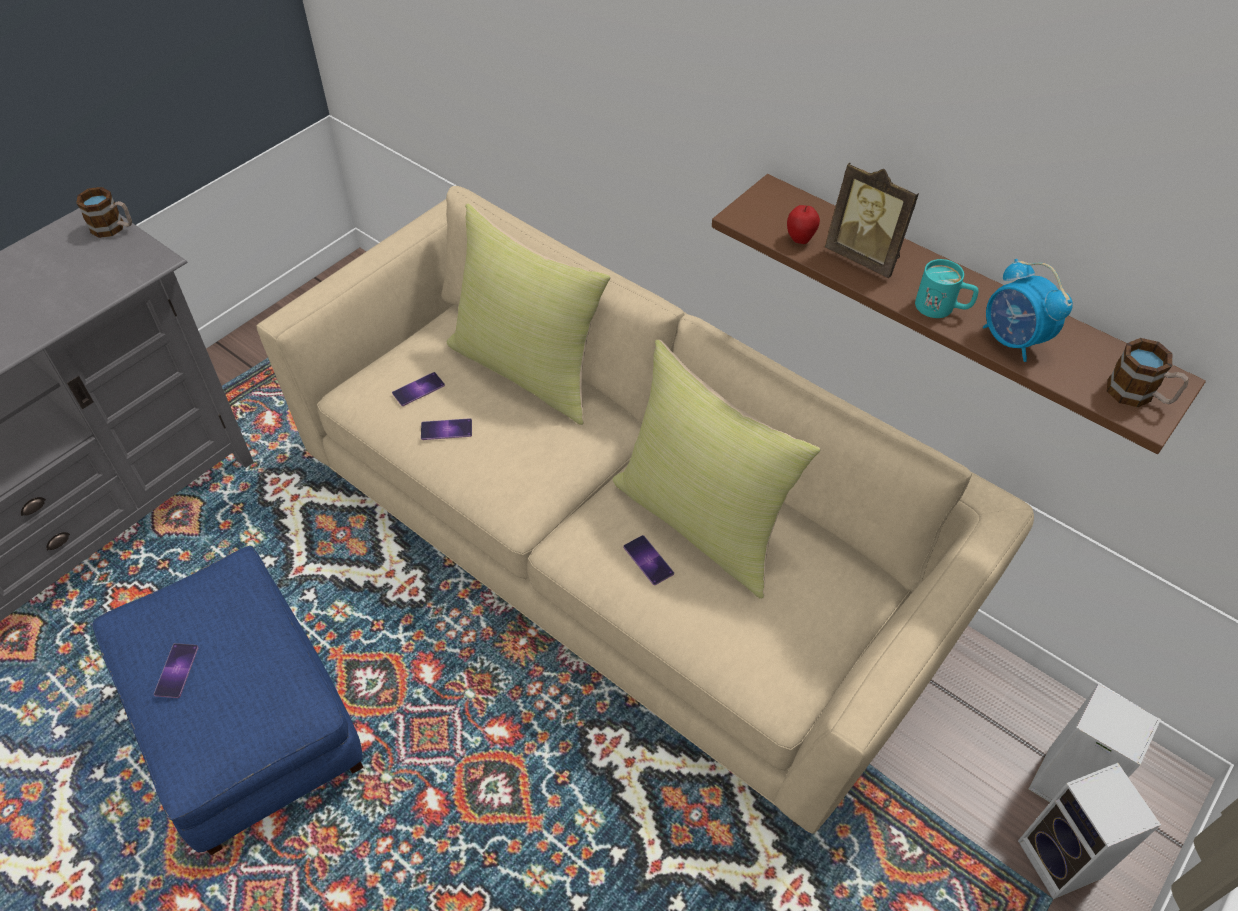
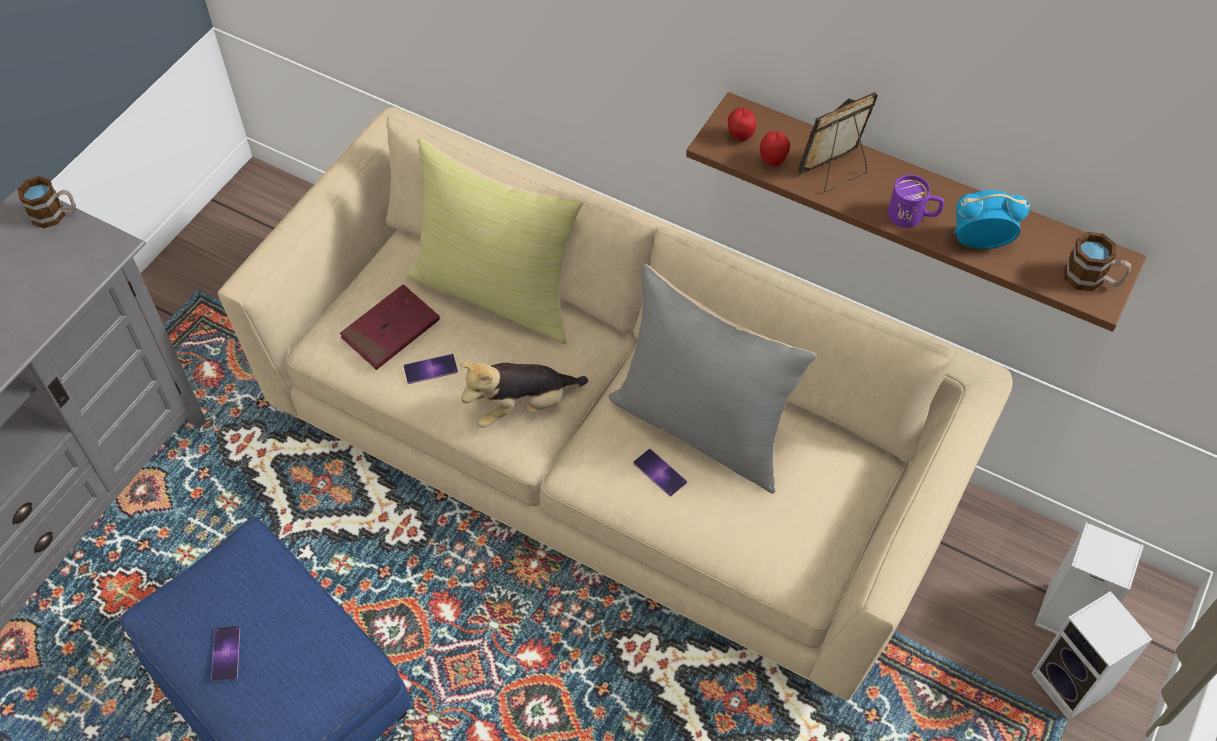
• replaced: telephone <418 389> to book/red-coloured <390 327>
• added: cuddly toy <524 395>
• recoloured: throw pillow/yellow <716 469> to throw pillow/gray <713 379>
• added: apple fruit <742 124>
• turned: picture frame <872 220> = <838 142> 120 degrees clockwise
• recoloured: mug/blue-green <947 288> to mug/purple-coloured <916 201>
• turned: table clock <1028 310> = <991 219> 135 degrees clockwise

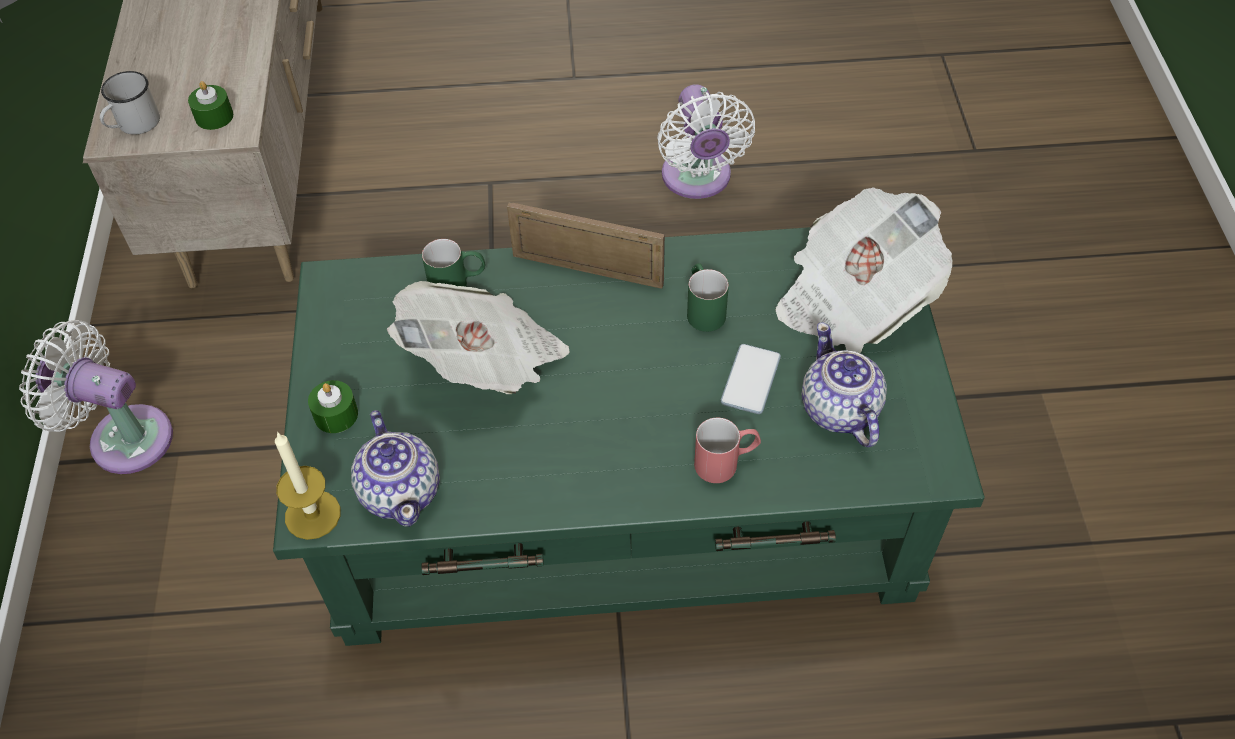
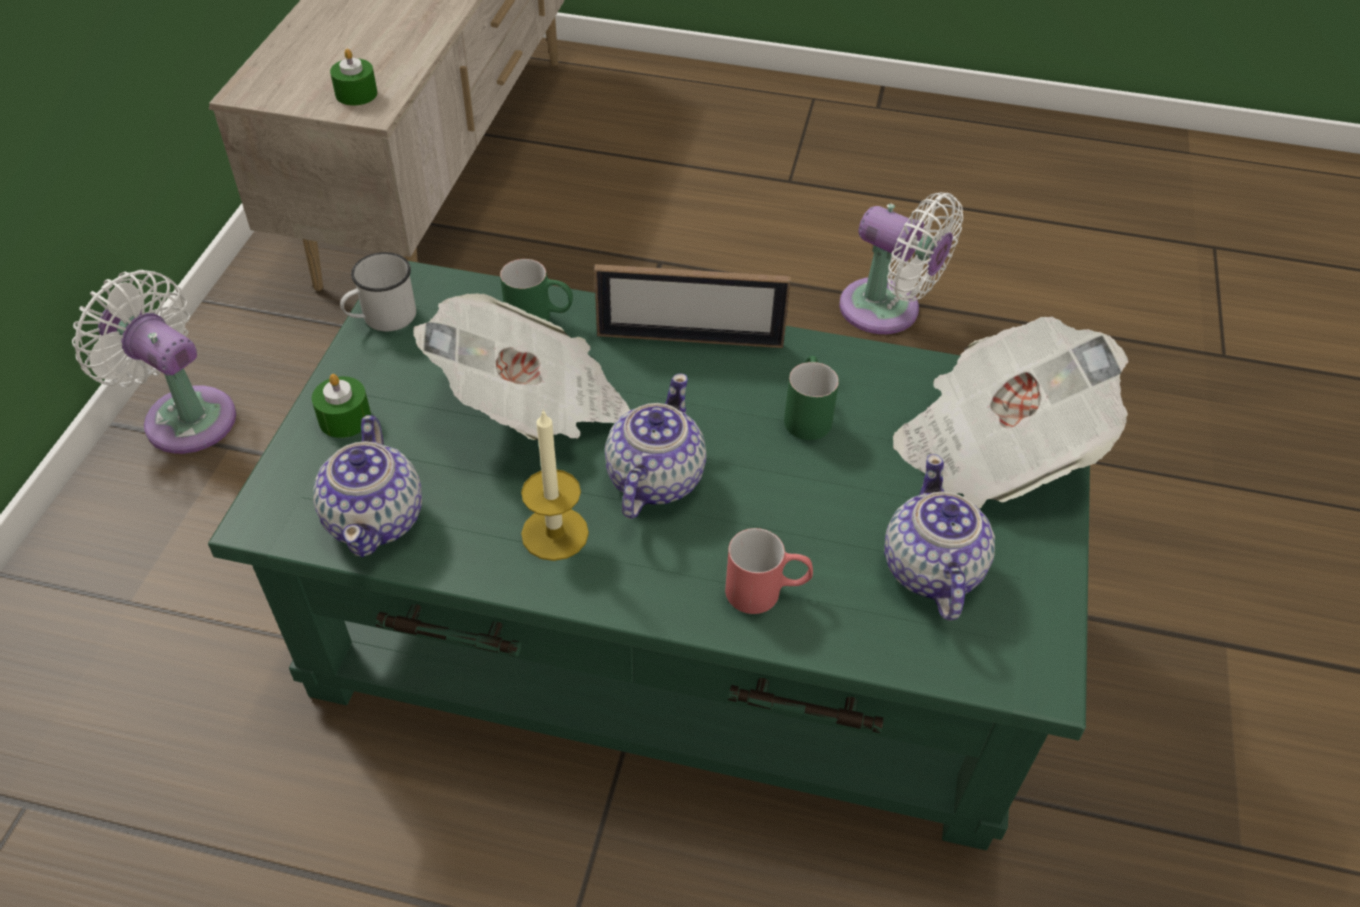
• moved: mug/whitish <130 103> to <378 291>
• moved: wax candle <308 486> to <555 485>
• turned: picture frame <586 245> = <692 306> 150 degrees clockwise
• added: tea pot <655 446>
• turned: fan/whitish <706 141> = <901 263> 60 degrees counterclockwise
• removed: telephone <750 379>

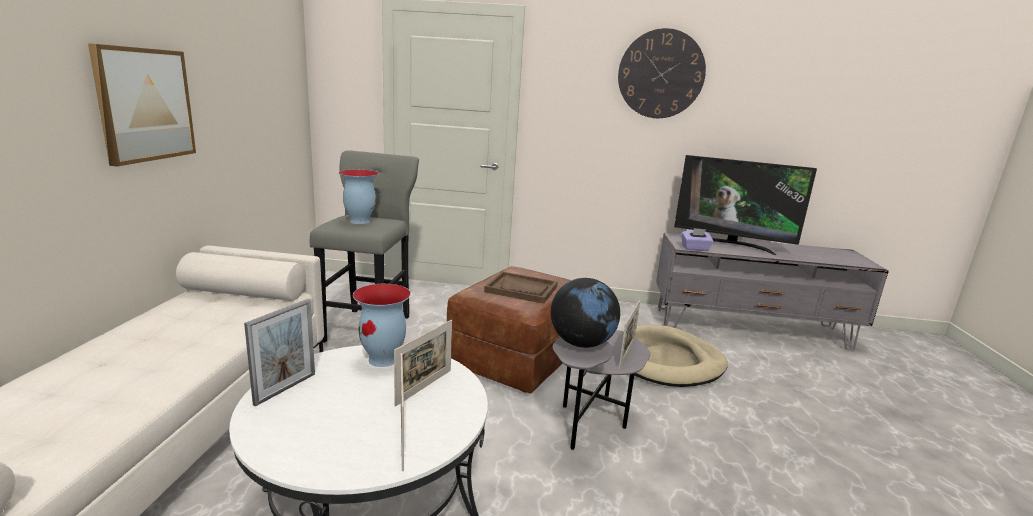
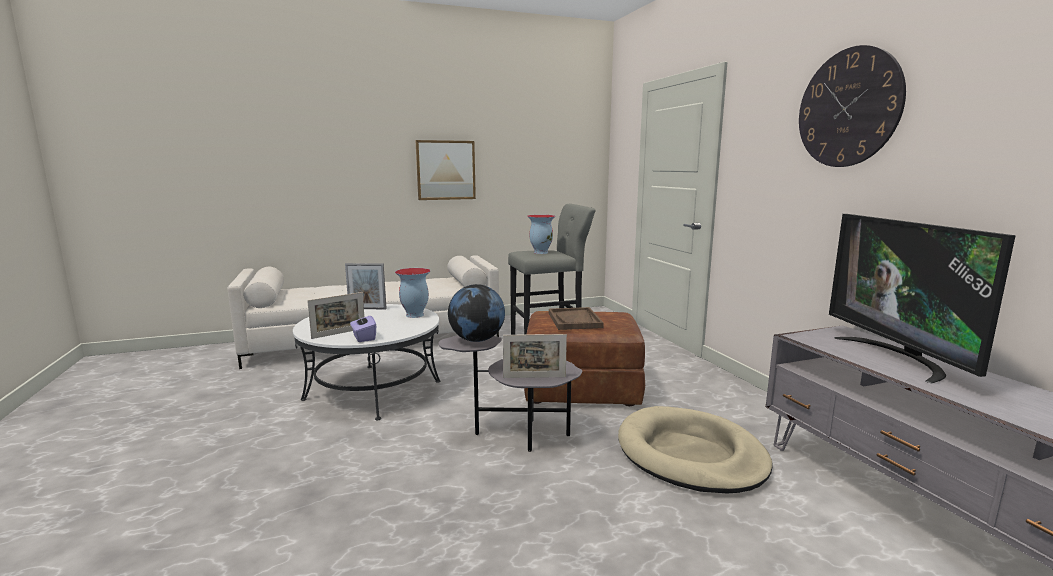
• moved: box of tissues/purple-coloured <697 239> to <363 328>
• removed: picture frame <423 363>

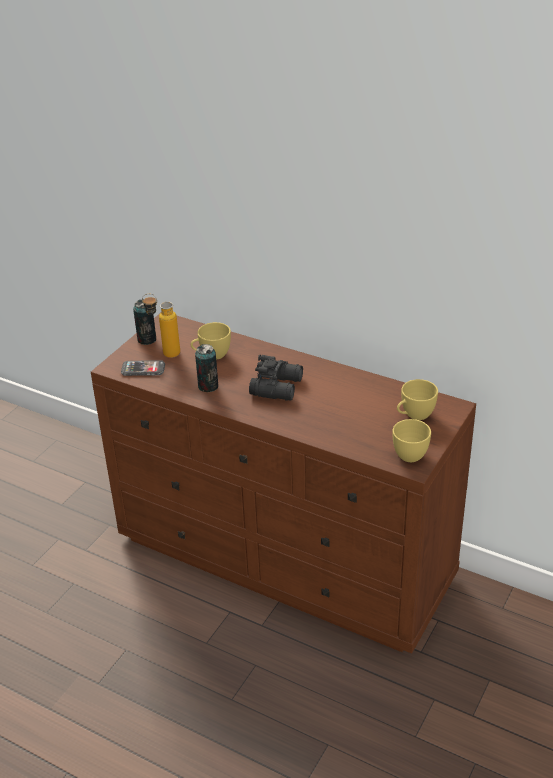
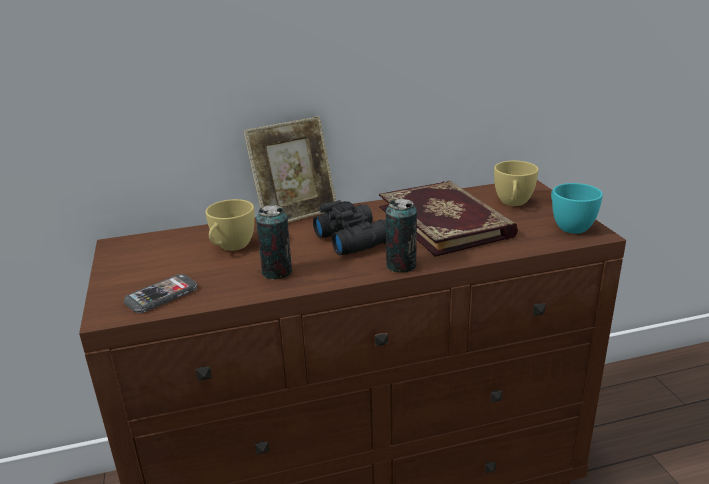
• added: picture frame <289 169>
• added: book <448 219>
• moved: sealed can <144 322> to <401 235>
• recoloured: small cup/yellow <411 440> to small cup/blue-green <577 208>
• removed: bottle <161 325>

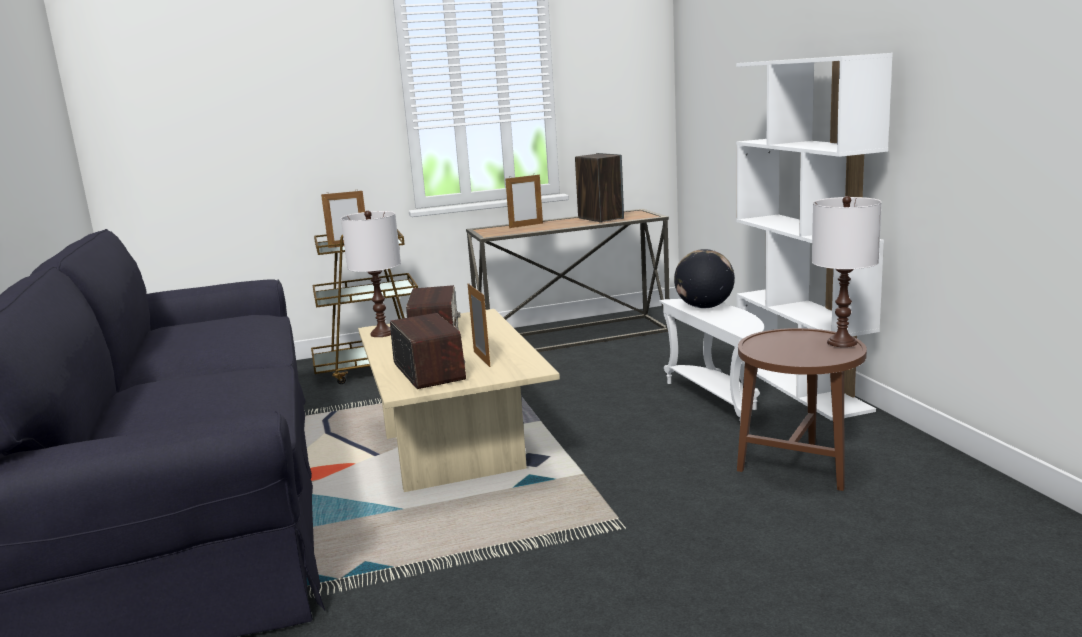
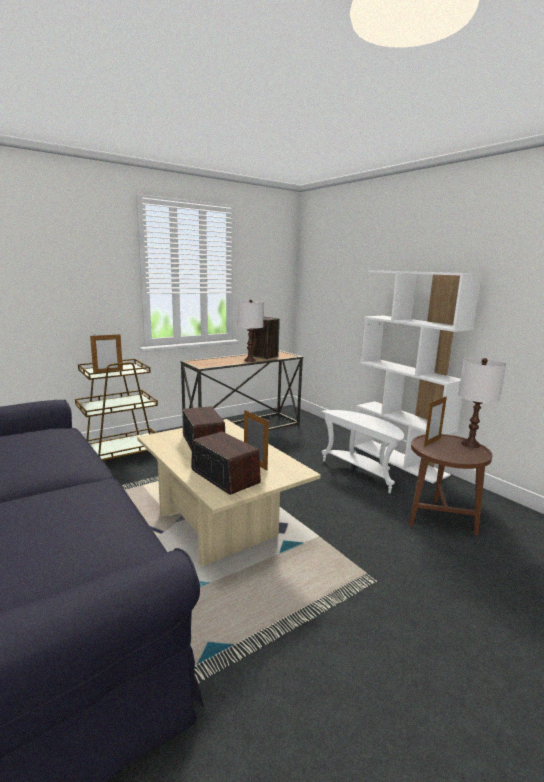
• moved: lamp for a table/whitish <371 274> to <251 330>
• moved: picture frame <524 200> to <435 421>
• removed: desk globe <704 279>

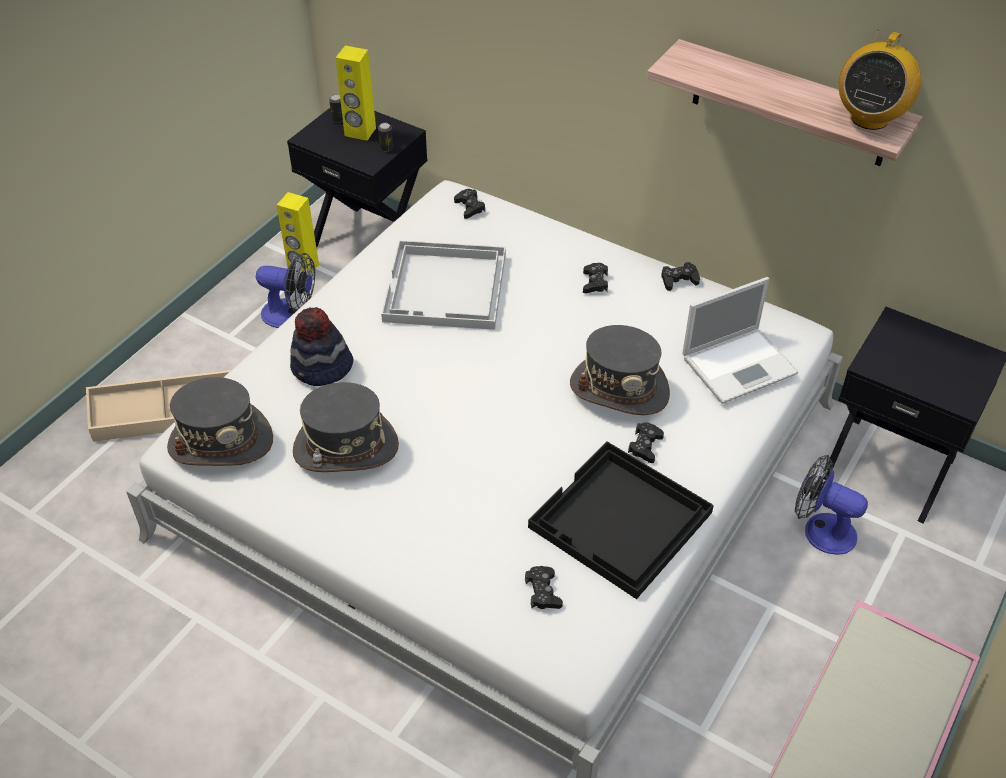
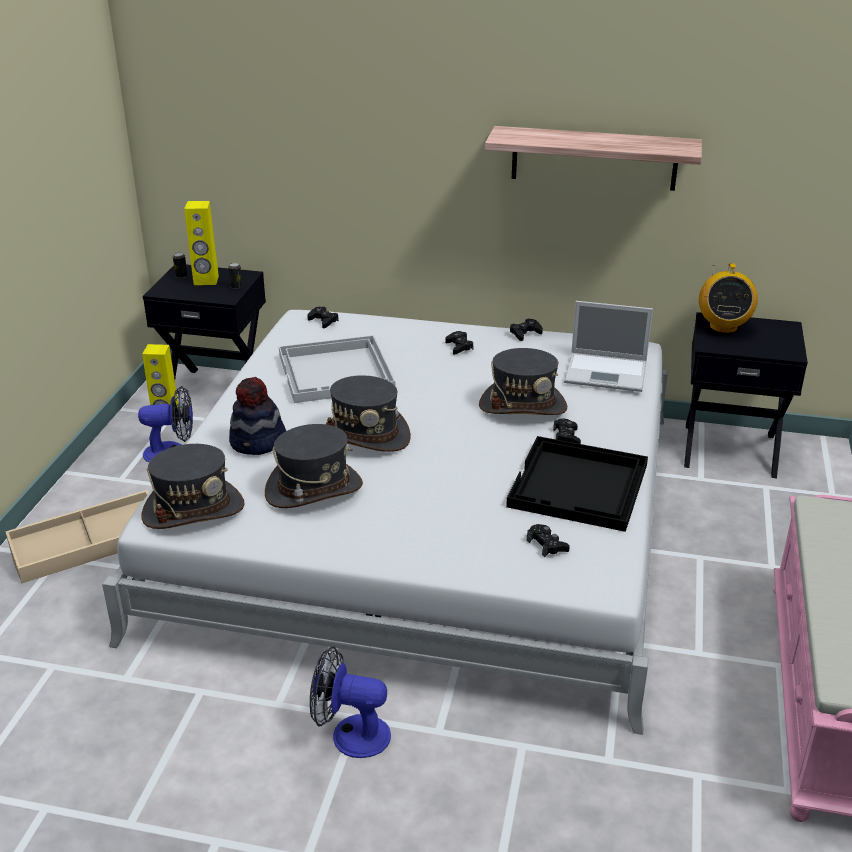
• moved: fan <831 505> to <350 702>
• added: clothing hat/gray <368 413>
• turned: laptop <740 340> = <608 346> 60 degrees clockwise
• moved: radio <879 80> to <728 298>

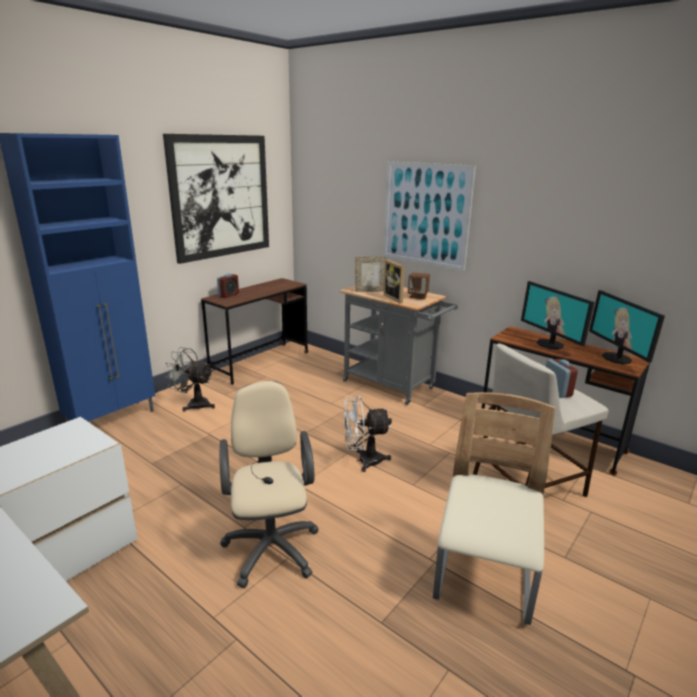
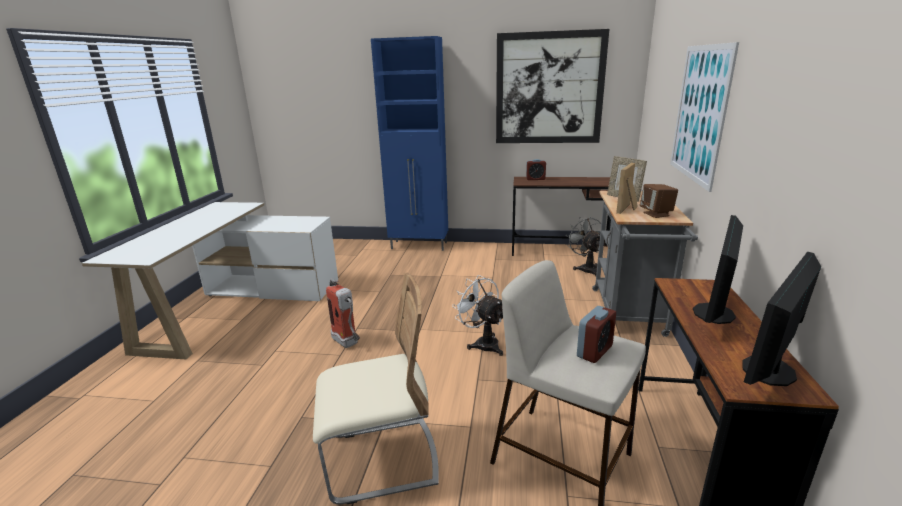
• replaced: desk chair/beige <269 484> to extinguisher <343 313>
• moved: fan/gray <189 379> to <586 247>

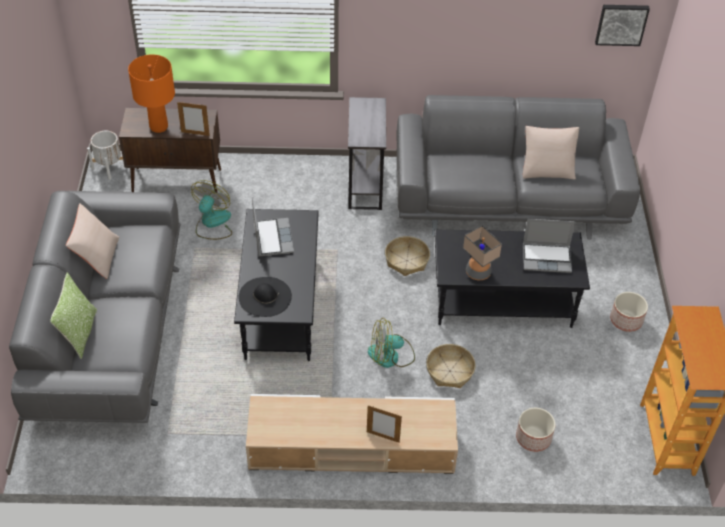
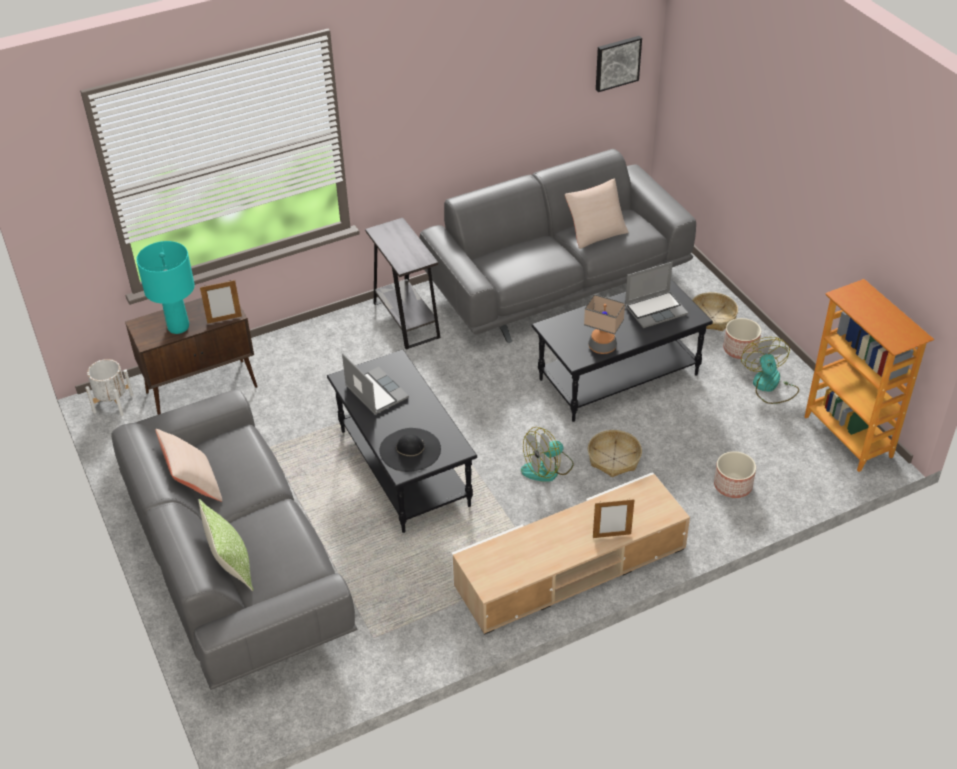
• recoloured: lamp for a table/orangey <151 93> to lamp for a table/blue-green <165 287>
• moved: basket <407 256> to <715 311>
• moved: fan <211 210> to <770 370>

